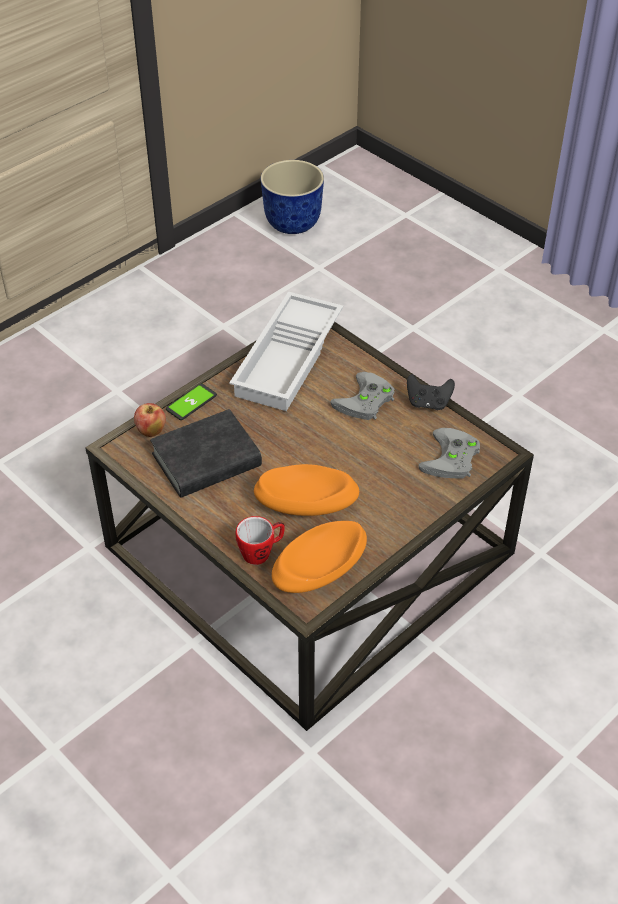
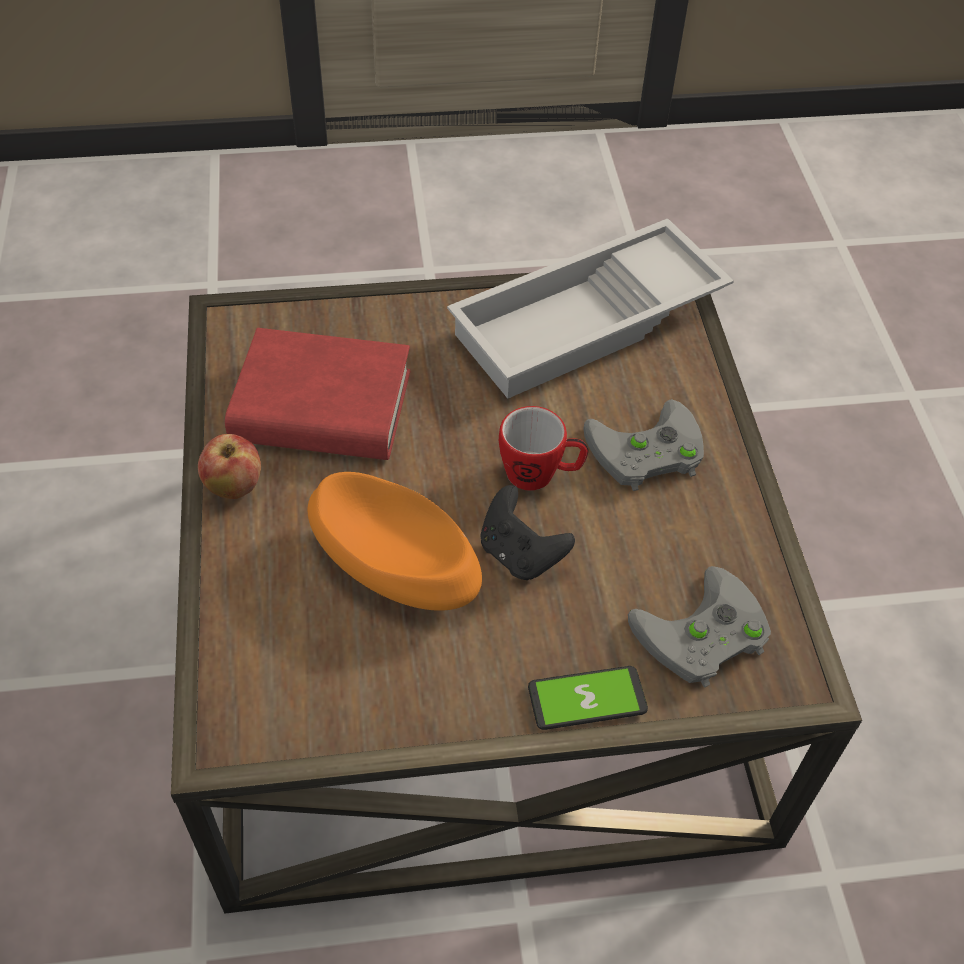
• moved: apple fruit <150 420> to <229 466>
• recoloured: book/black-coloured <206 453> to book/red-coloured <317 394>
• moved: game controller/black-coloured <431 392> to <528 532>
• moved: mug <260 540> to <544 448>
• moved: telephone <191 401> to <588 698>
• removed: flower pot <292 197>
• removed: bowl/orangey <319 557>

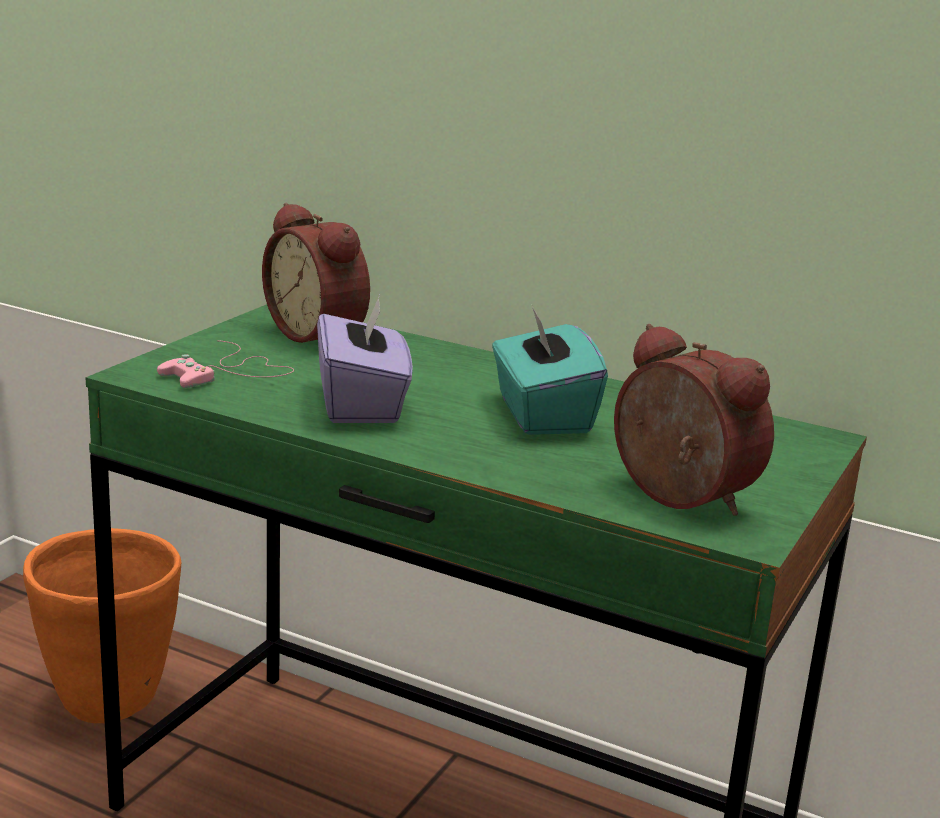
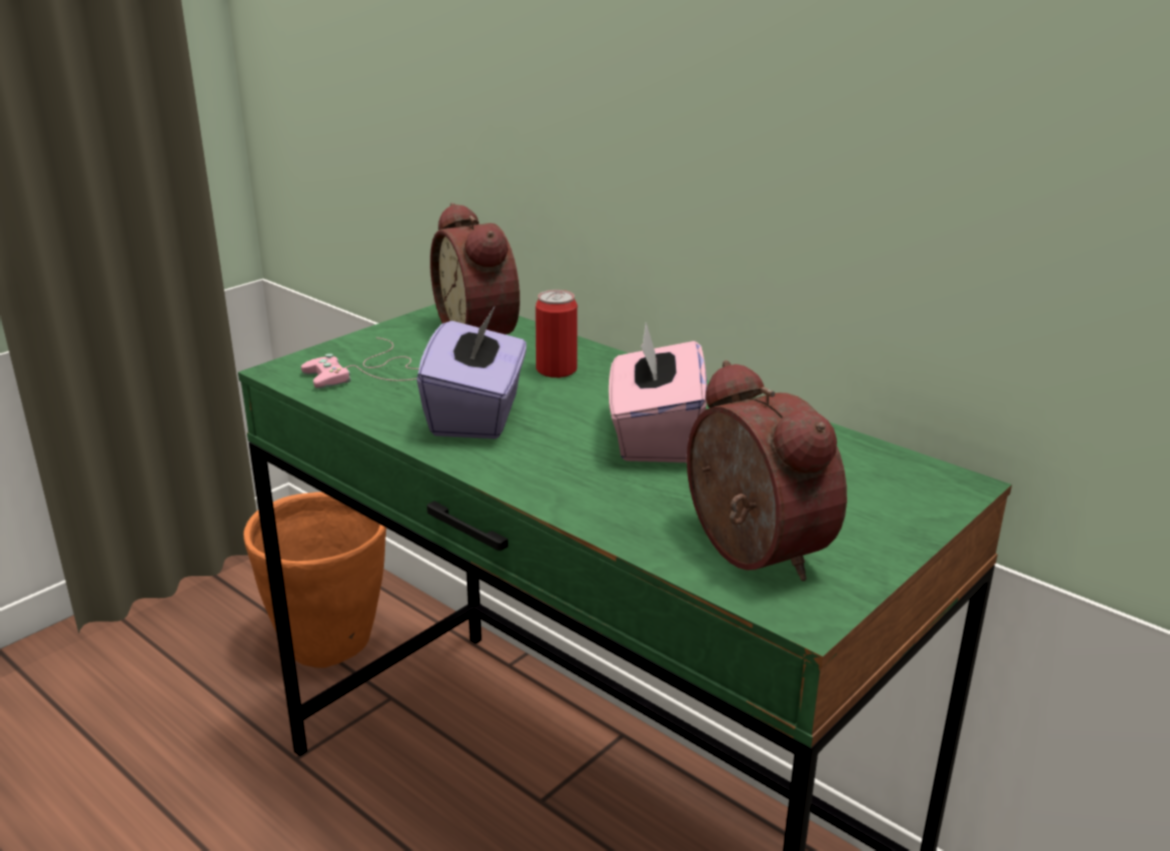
• added: sealed can <556 334>
• recoloured: box of tissues/blue-green <550 370> to box of tissues/pink-coloured <658 393>

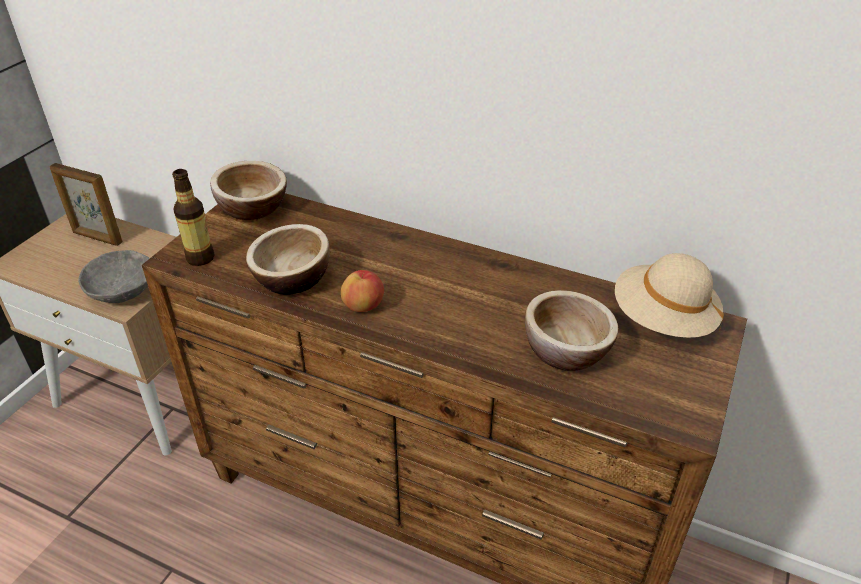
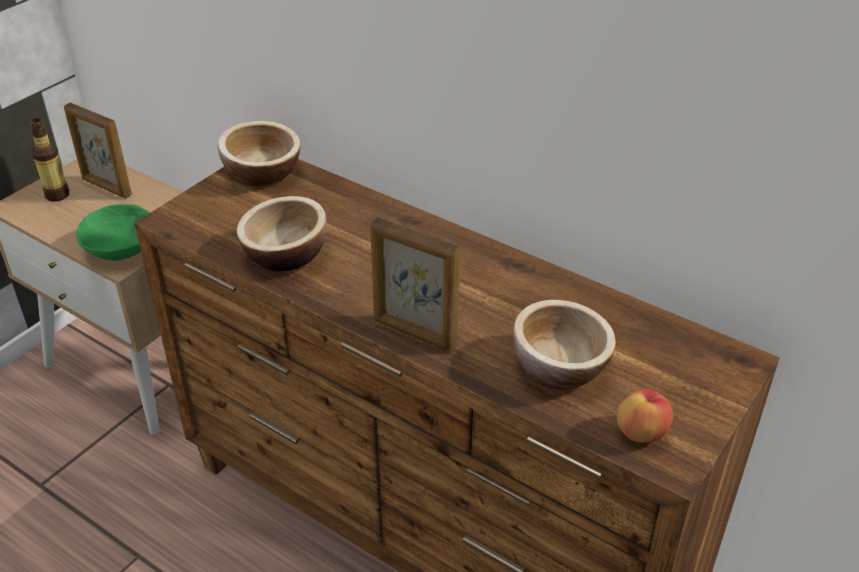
• moved: bottle <193 217> to <49 160>
• recoloured: bowl/gray <114 276> to bowl/greenish <113 232>
• added: picture frame <415 284>
• moved: apple fruit <362 291> to <645 416>
• removed: clothing hat/beige <669 295>

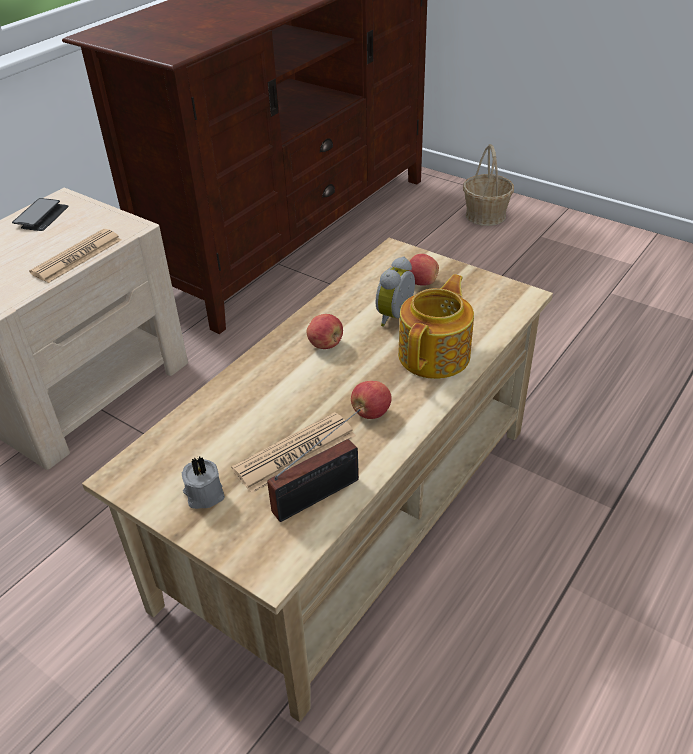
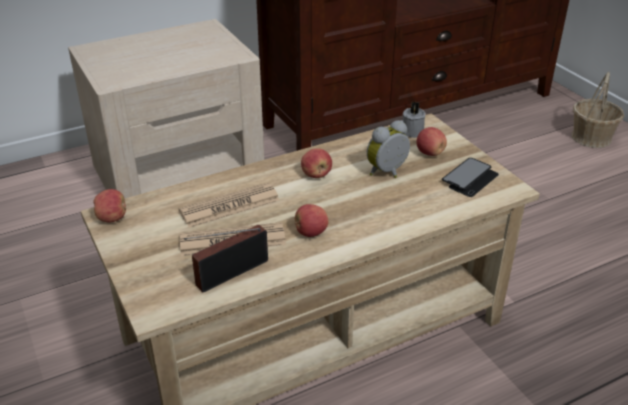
• added: apple fruit <109 206>
• moved: newspaper <75 256> to <229 205>
• turned: radio <314 465> = <226 258> 150 degrees clockwise
• moved: wax candle/gray <203 483> to <414 120>
• moved: telephone <40 214> to <470 177>
• removed: tea pot <436 326>

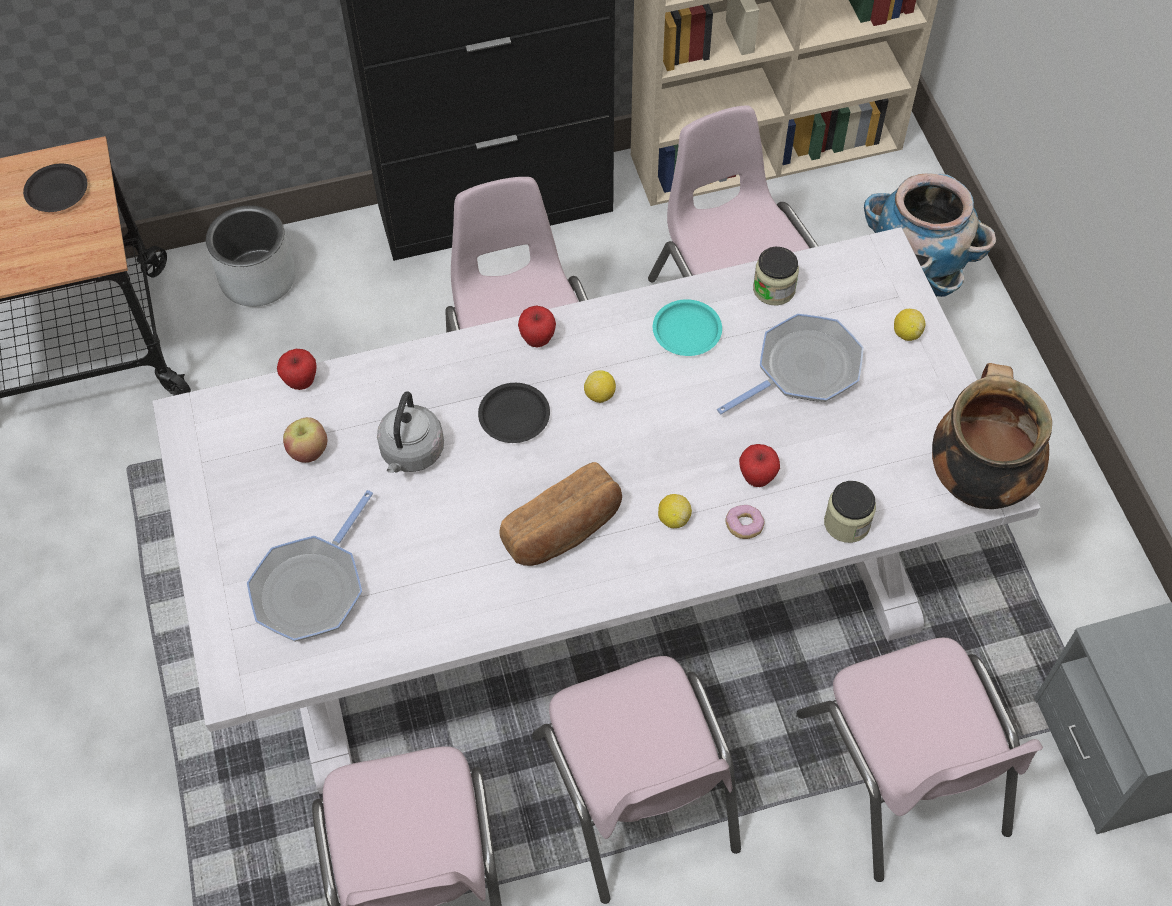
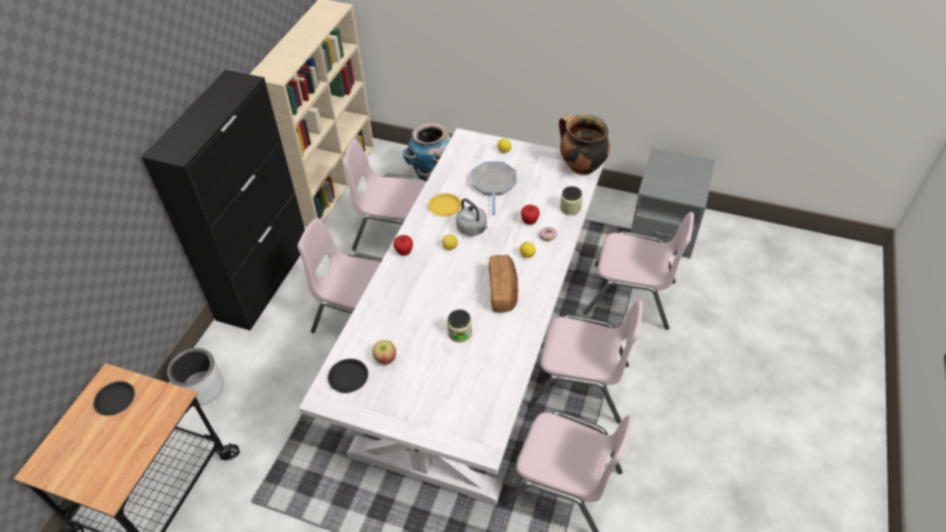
• moved: flat dish/black-coloured <514 413> to <348 376>
• recoloured: flat dish/blue-green <687 327> to flat dish/yellow <444 205>
• moved: jar <776 276> to <459 326>
• moved: kettle/gray <410 432> to <472 217>
• removed: pan <310 566>
• removed: apple fruit <296 369>

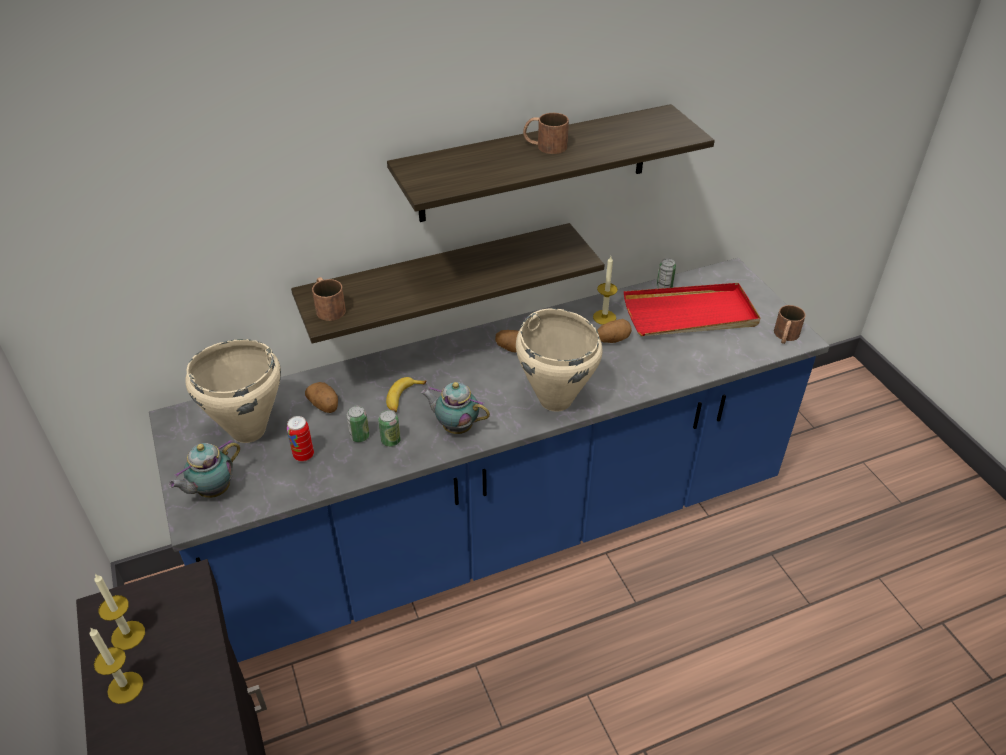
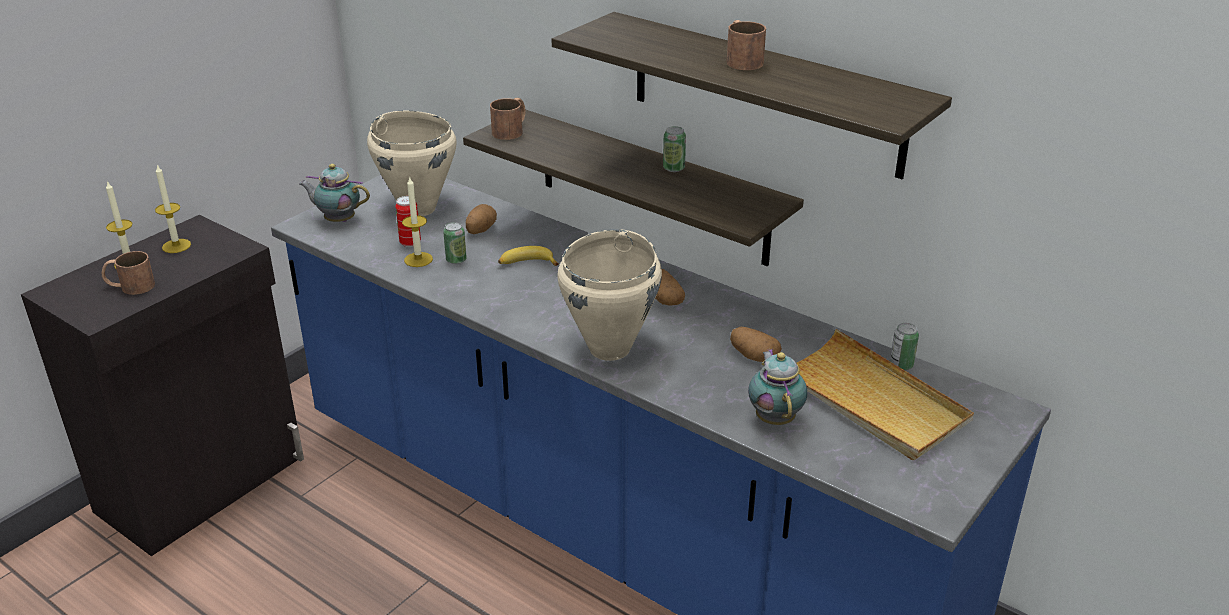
• moved: mug/brown <790 324> to <128 273>
• moved: wax candle <605 290> to <417 221>
• moved: sealed can <389 428> to <674 149>
• moved: tea pot <455 408> to <777 387>
• recoloured: carrying tray/red-coloured <692 309> to carrying tray/beige <885 394>

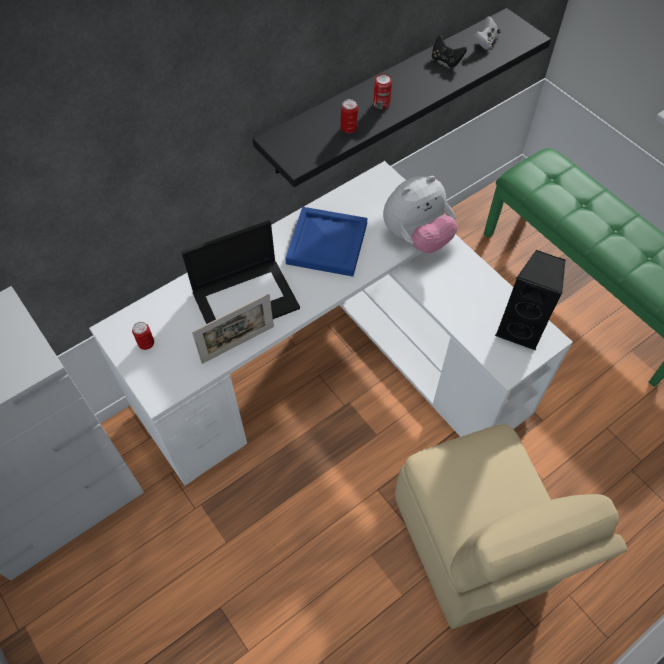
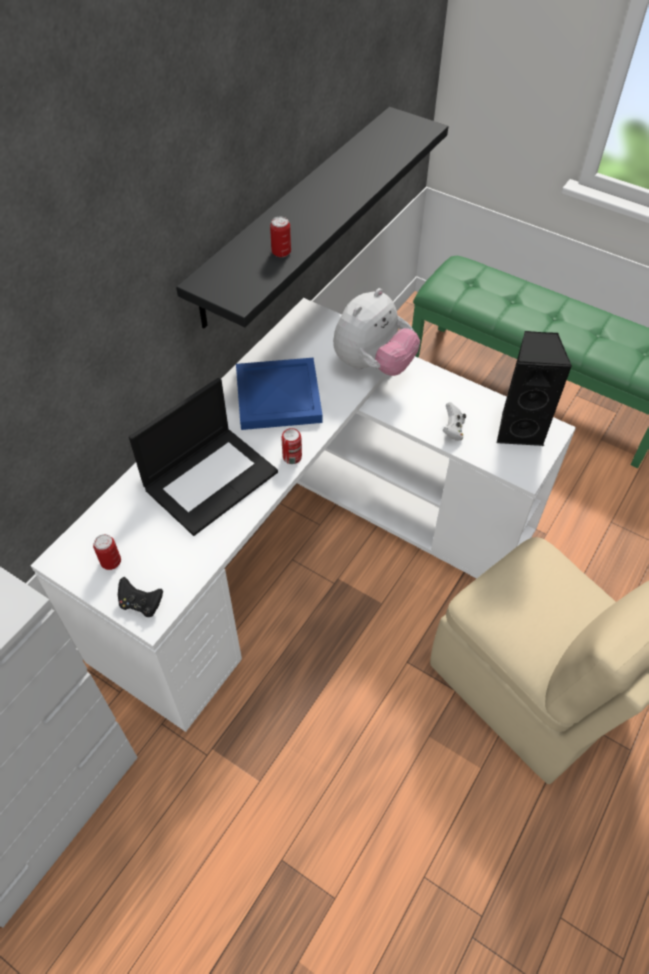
• moved: game controller/black-coloured <449 51> to <140 597>
• moved: sealed can <382 91> to <291 446>
• moved: game controller/whitish <487 33> to <454 421>
• removed: picture frame <233 328>

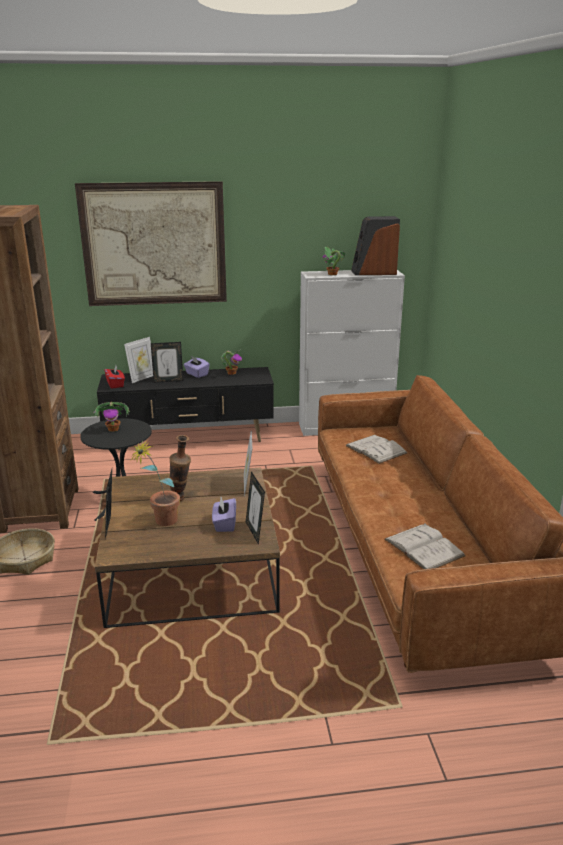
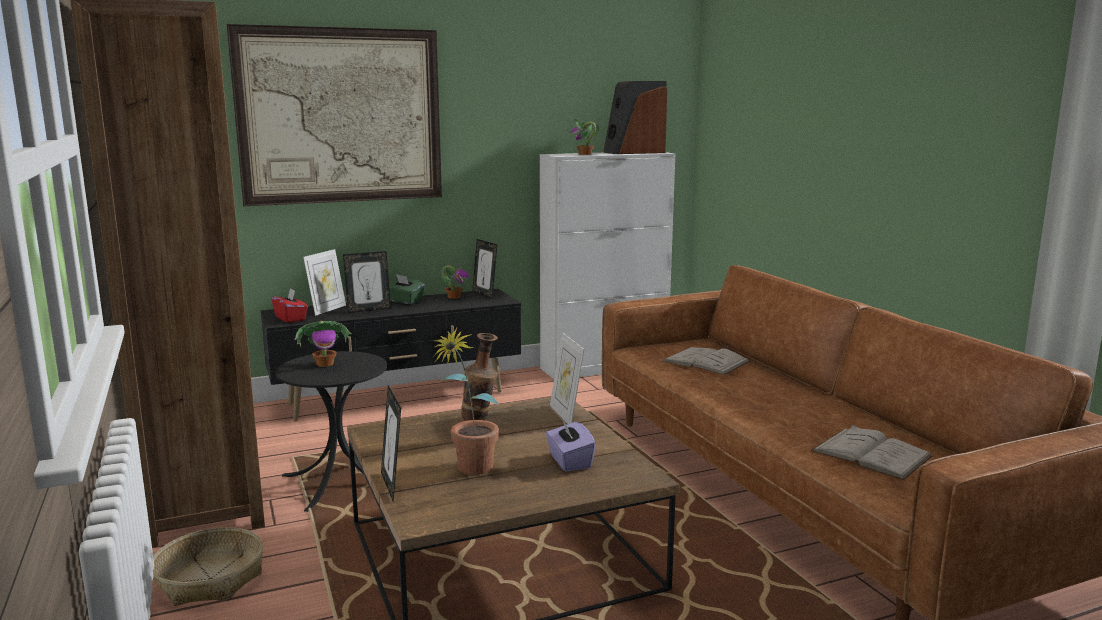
• recoloured: box of tissues/purple-coloured <197 367> to box of tissues/greenish <407 289>
• moved: picture frame <255 508> to <484 269>

